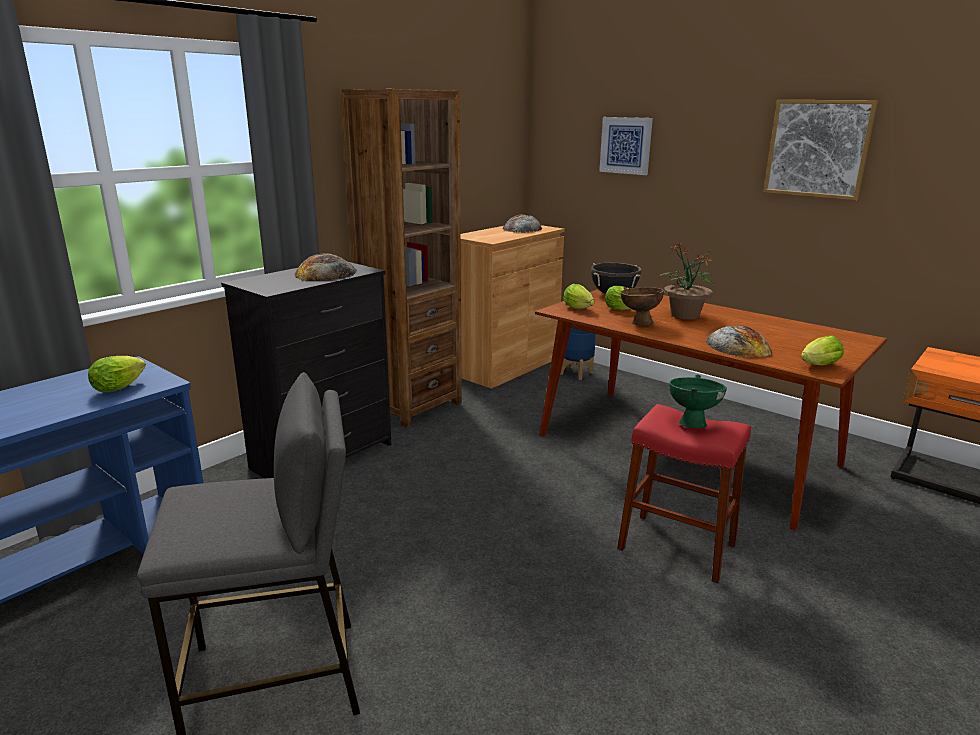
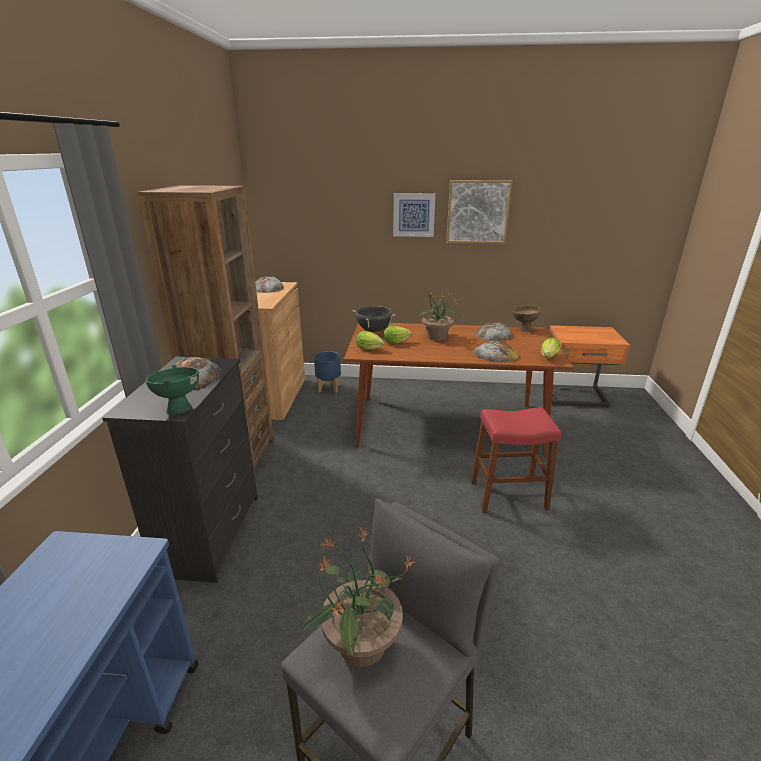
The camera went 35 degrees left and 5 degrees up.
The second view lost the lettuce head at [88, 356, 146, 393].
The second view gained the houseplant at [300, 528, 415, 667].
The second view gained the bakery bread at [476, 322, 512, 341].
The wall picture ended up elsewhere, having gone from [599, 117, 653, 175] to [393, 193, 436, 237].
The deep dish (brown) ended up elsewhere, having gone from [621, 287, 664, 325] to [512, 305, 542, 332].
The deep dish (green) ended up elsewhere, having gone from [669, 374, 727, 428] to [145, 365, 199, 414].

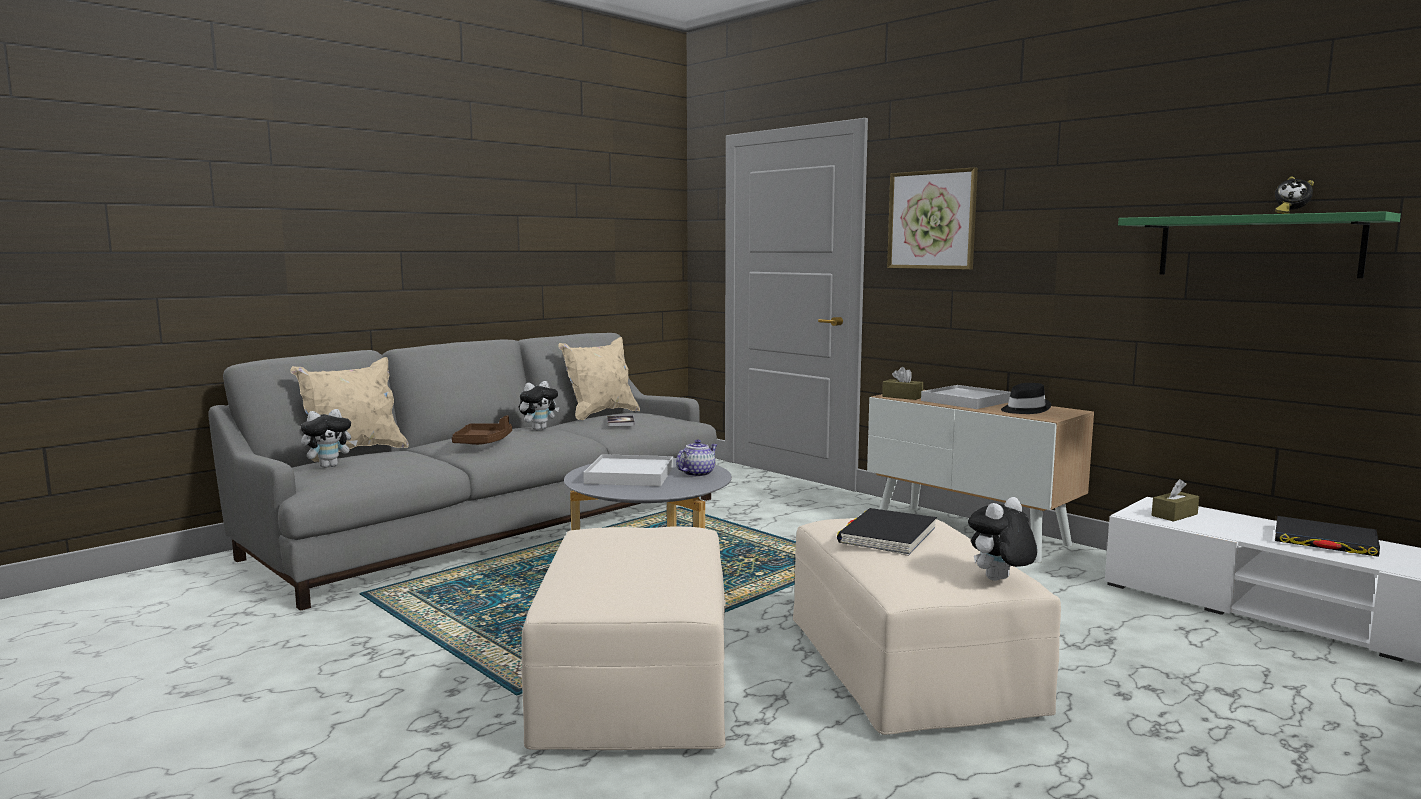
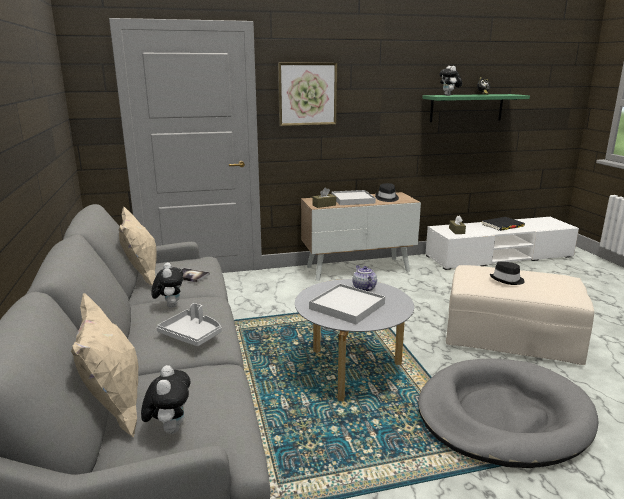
The camera went 60 degrees left and 10 degrees up.
The plush toy ended up elsewhere, having gone from [968, 497, 1037, 581] to [439, 66, 462, 96].
Where the ottoman (beige-coloured) stood at [521, 527, 726, 750], the dog cushion (greyish) came to stand at [418, 358, 598, 468].
Where the bound book (blackish) stood at [837, 508, 937, 556], the wearable hat (blackish) came to stand at [490, 262, 525, 285].
What was the tray (brown) at [452, 416, 512, 445] turned into the tray (greyish) at [157, 303, 222, 346].

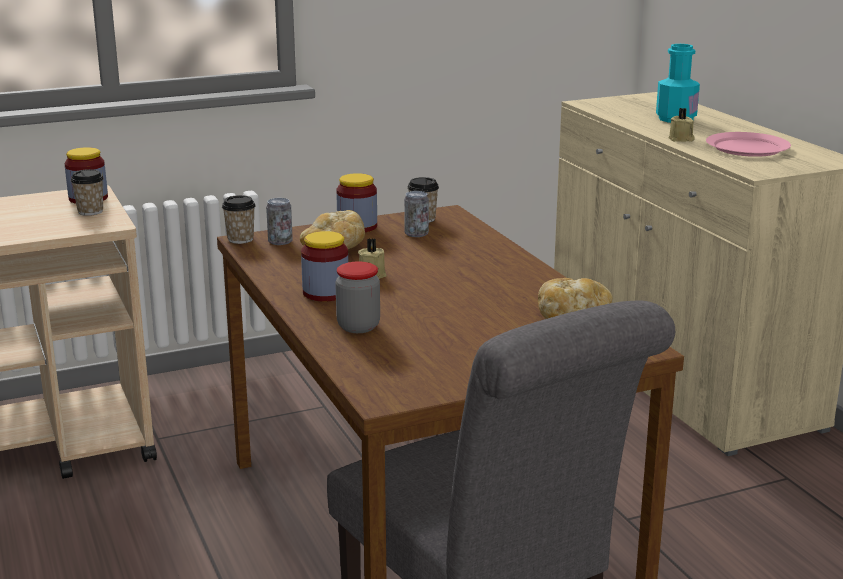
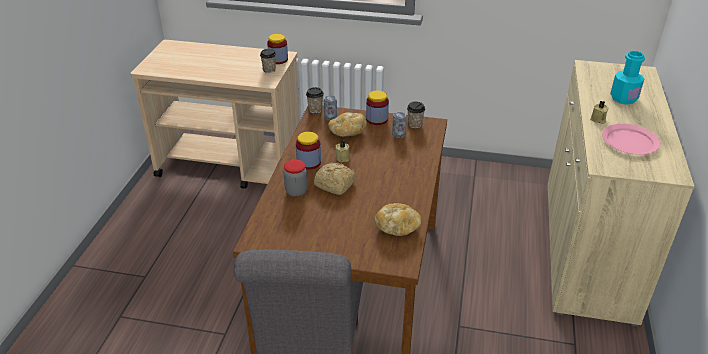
The camera went 35 degrees right and 15 degrees up.
The second view gained the bakery bread at [314, 162, 356, 195].

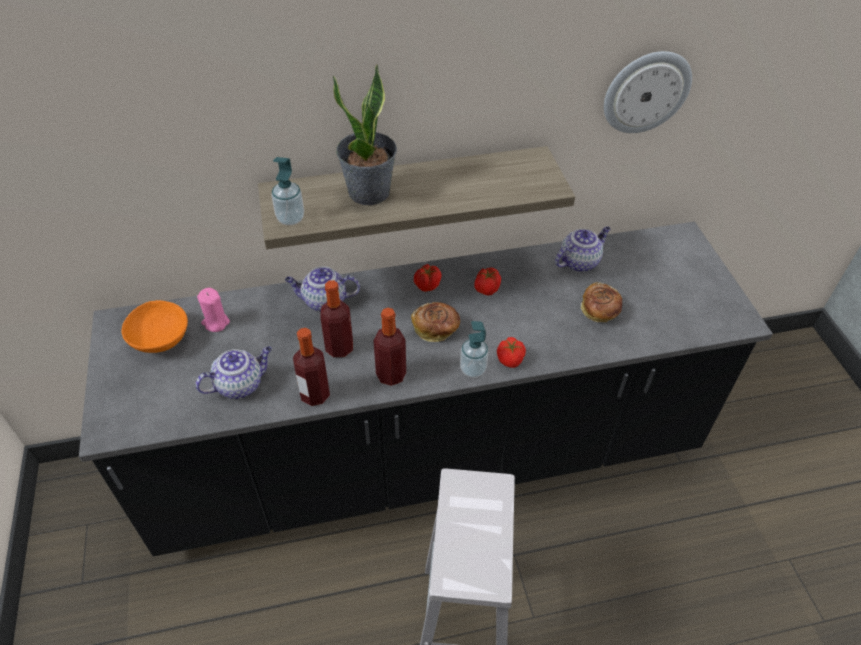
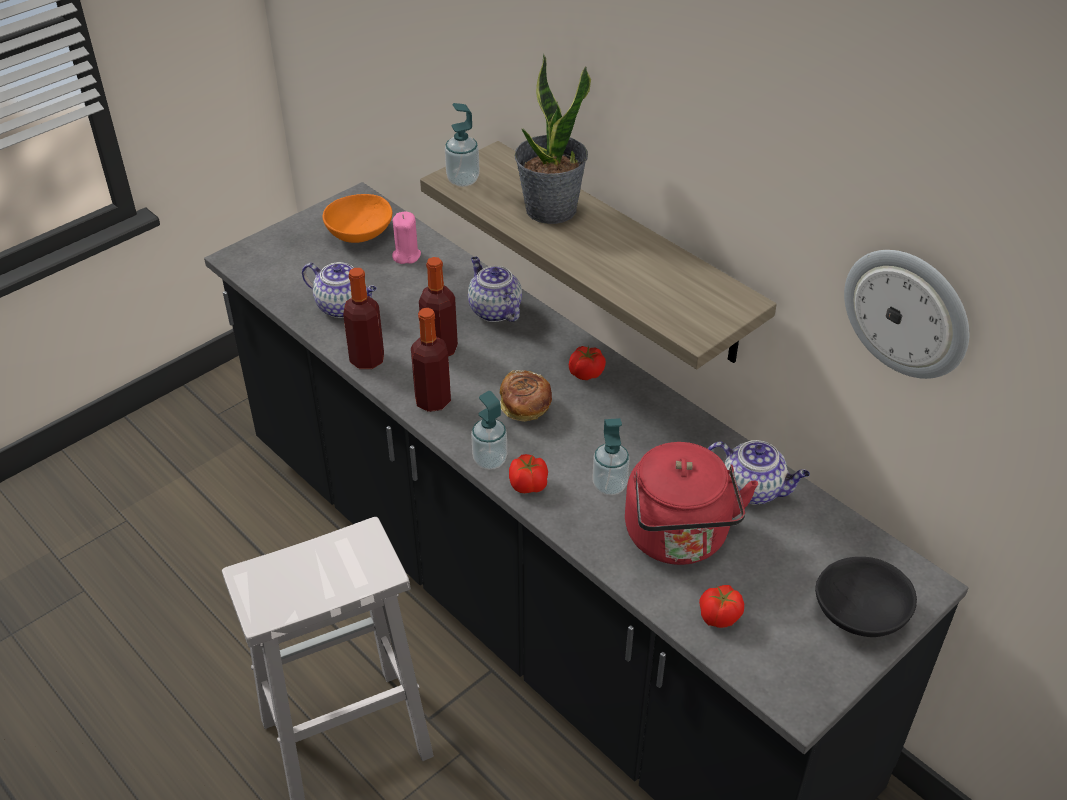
The camera went 60 degrees right and 5 degrees down.
The second view gained the soap bottle at [592, 418, 630, 495].
The second view gained the deep dish (blackish) at [815, 557, 917, 637].
The whole tomato ended up elsewhere, having gone from [474, 268, 501, 295] to [699, 585, 744, 628].
Where the bakery bread stood at [581, 282, 622, 322], the kettle (red) came to stand at [625, 442, 758, 565].

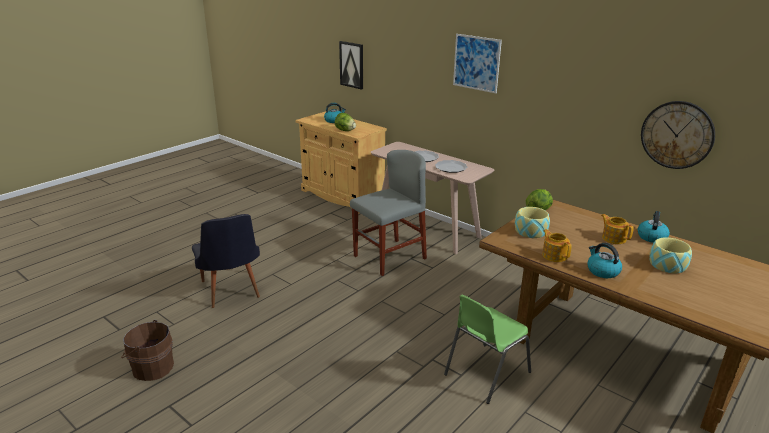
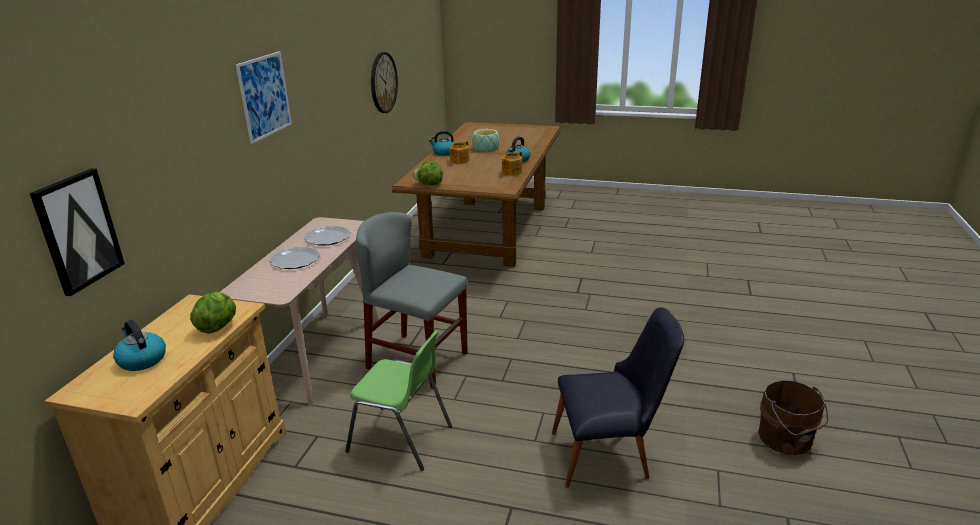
The camera went 115 degrees left and 0 degrees up.
The second view lost the deep dish at [515, 207, 550, 238].
The upright chair (green) ended up elsewhere, having gone from [444, 295, 531, 404] to [345, 331, 452, 471].
The upright chair (blackish) at [192, 214, 260, 308] ended up facing another way, 45 degrees clockwise from before.

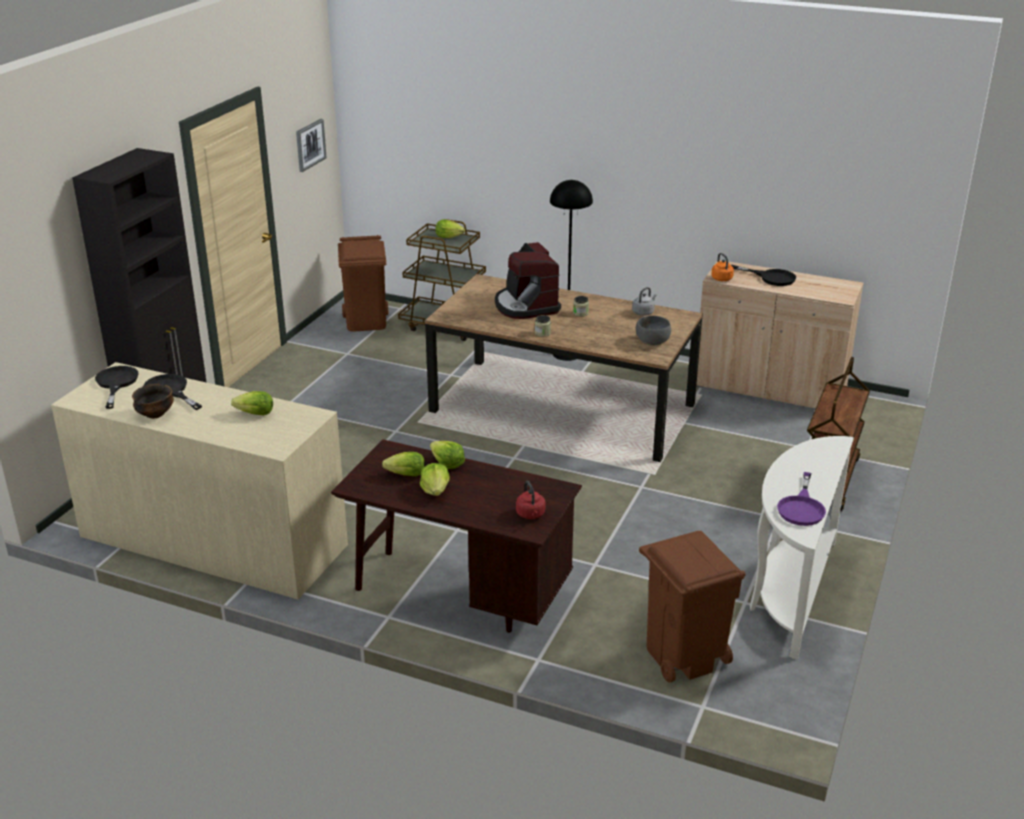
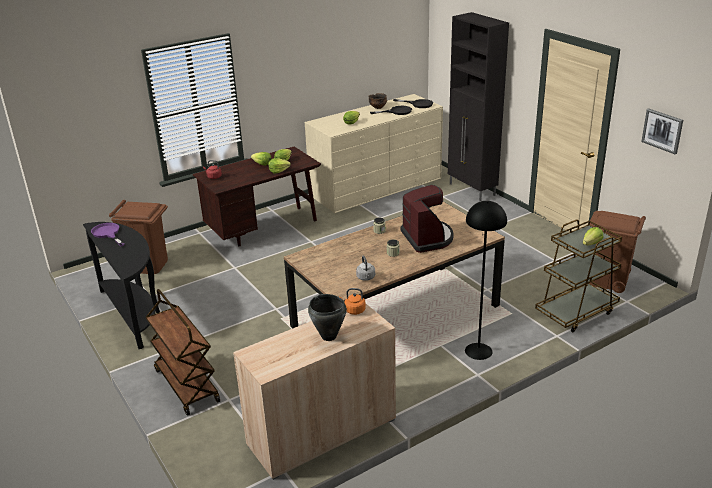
The camera went 125 degrees right and 0 degrees up.
The second view lost the deep dish (greyish) at [636, 316, 671, 346].
Where the frying pan (blackish) stood at [731, 265, 796, 286], the cooking pot (blackish) came to stand at [308, 294, 347, 341].
What was the hall table (white) at [750, 436, 854, 659] turned into the hall table (blackish) at [83, 222, 160, 349].
The coffee maker at [495, 242, 561, 319] ended up facing another way, 60 degrees clockwise from before.

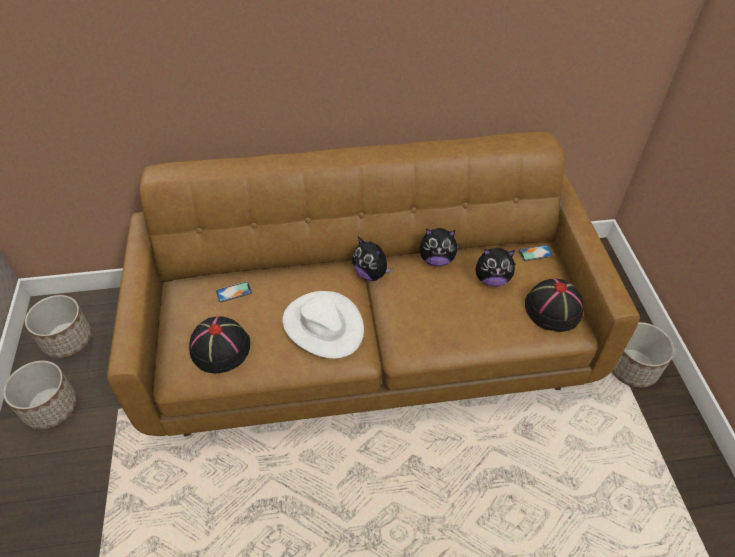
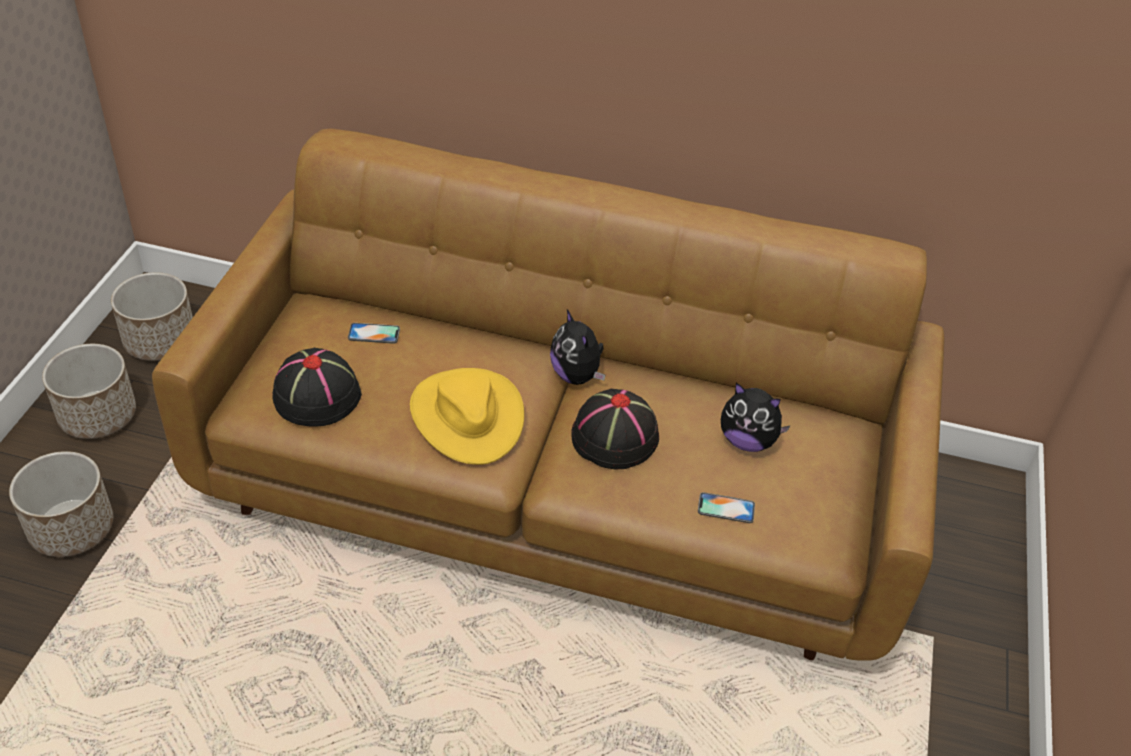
The camera went 20 degrees right and 5 degrees down.
The second view lost the plush toy at [419, 228, 460, 267].
The telephone ended up elsewhere, having gone from [518, 245, 553, 261] to [698, 492, 755, 523].
The wearable hat (blackish) ended up elsewhere, having gone from [525, 278, 584, 332] to [572, 389, 659, 470].
The planter ended up elsewhere, having gone from [612, 322, 675, 388] to [9, 451, 113, 557].
What was the wearable hat (white) at [282, 291, 364, 359] turned into the wearable hat (yellow) at [410, 368, 524, 465].

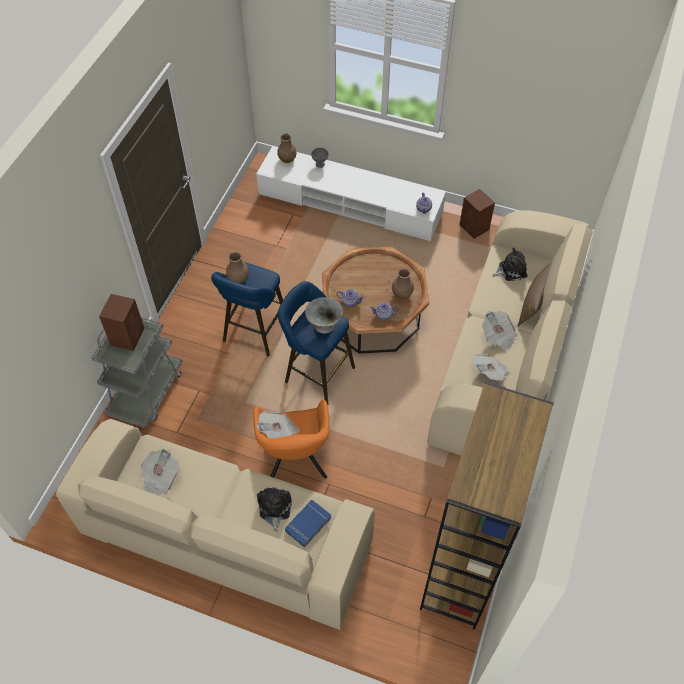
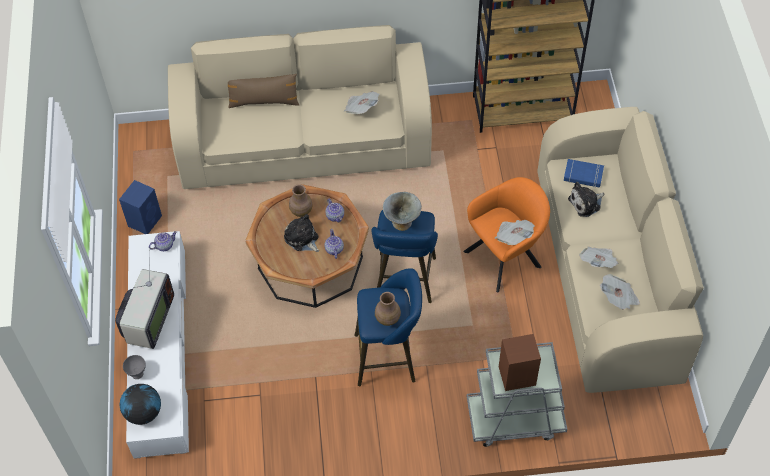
The camera went 115 degrees left and 0 degrees up.
The second view gained the TV at [115, 250, 174, 349].
The daily paper ended up elsewhere, having gone from [482, 311, 517, 351] to [579, 247, 618, 268].
The plush toy ended up elsewhere, having gone from [493, 247, 528, 281] to [284, 214, 319, 252].
Where the decorative vase (brown) stood at [277, 134, 297, 163], the desk globe came to stand at [120, 384, 161, 425].
What was the loudspeaker (brown) at [459, 189, 495, 239] turned into the loudspeaker (bluish) at [119, 180, 162, 234].

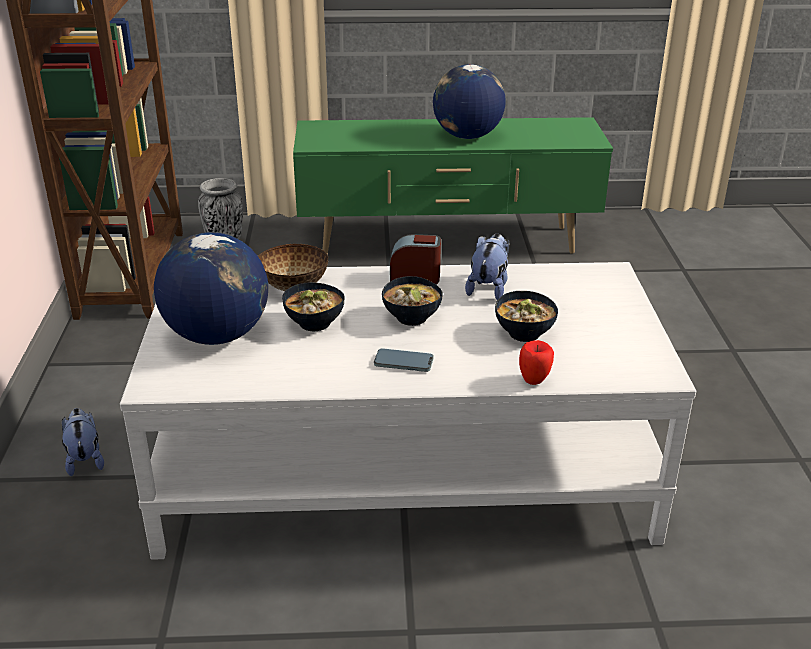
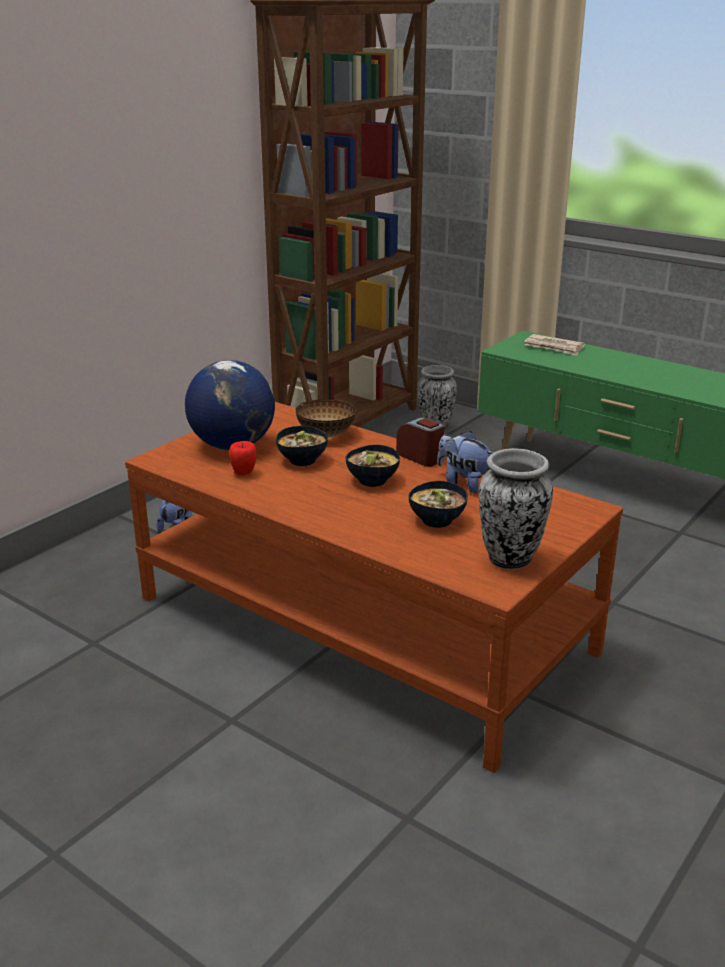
The camera went 40 degrees right and 5 degrees down.
The second view lost the telephone at [374, 348, 434, 372].
The second view lost the desk globe at [433, 64, 506, 139].
The second view gained the decorative vase at [479, 448, 553, 570].
The second view gained the daily paper at [524, 334, 585, 356].
The whole apple ended up elsewhere, having gone from [519, 340, 554, 385] to [229, 441, 256, 475].
What was the low table (white) at [120, 262, 696, 560] turned into the low table (brown) at [125, 402, 623, 773].
The plush toy at [465, 233, 509, 300] ended up facing another way, 105 degrees counterclockwise from before.

